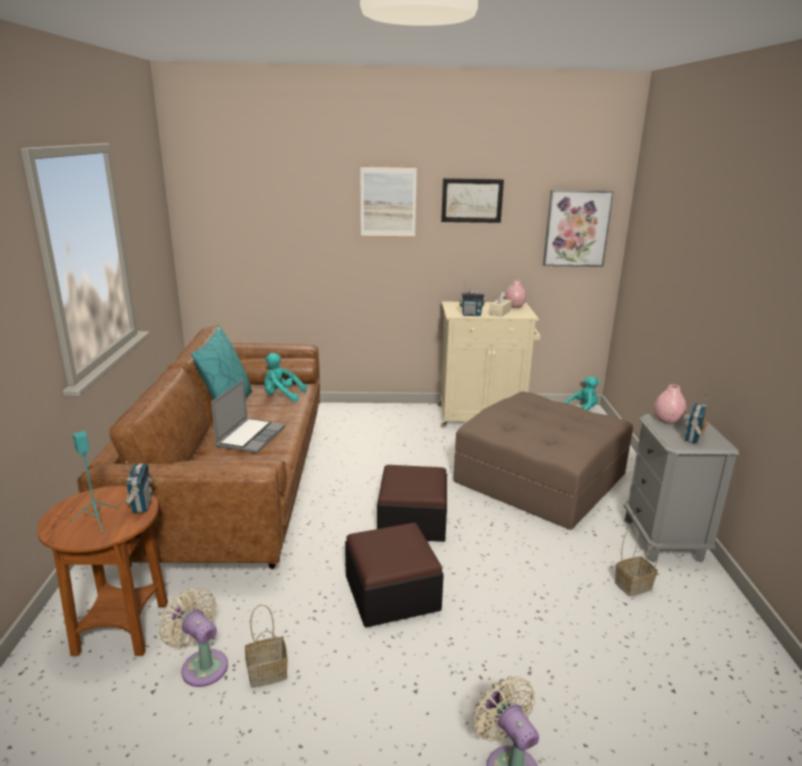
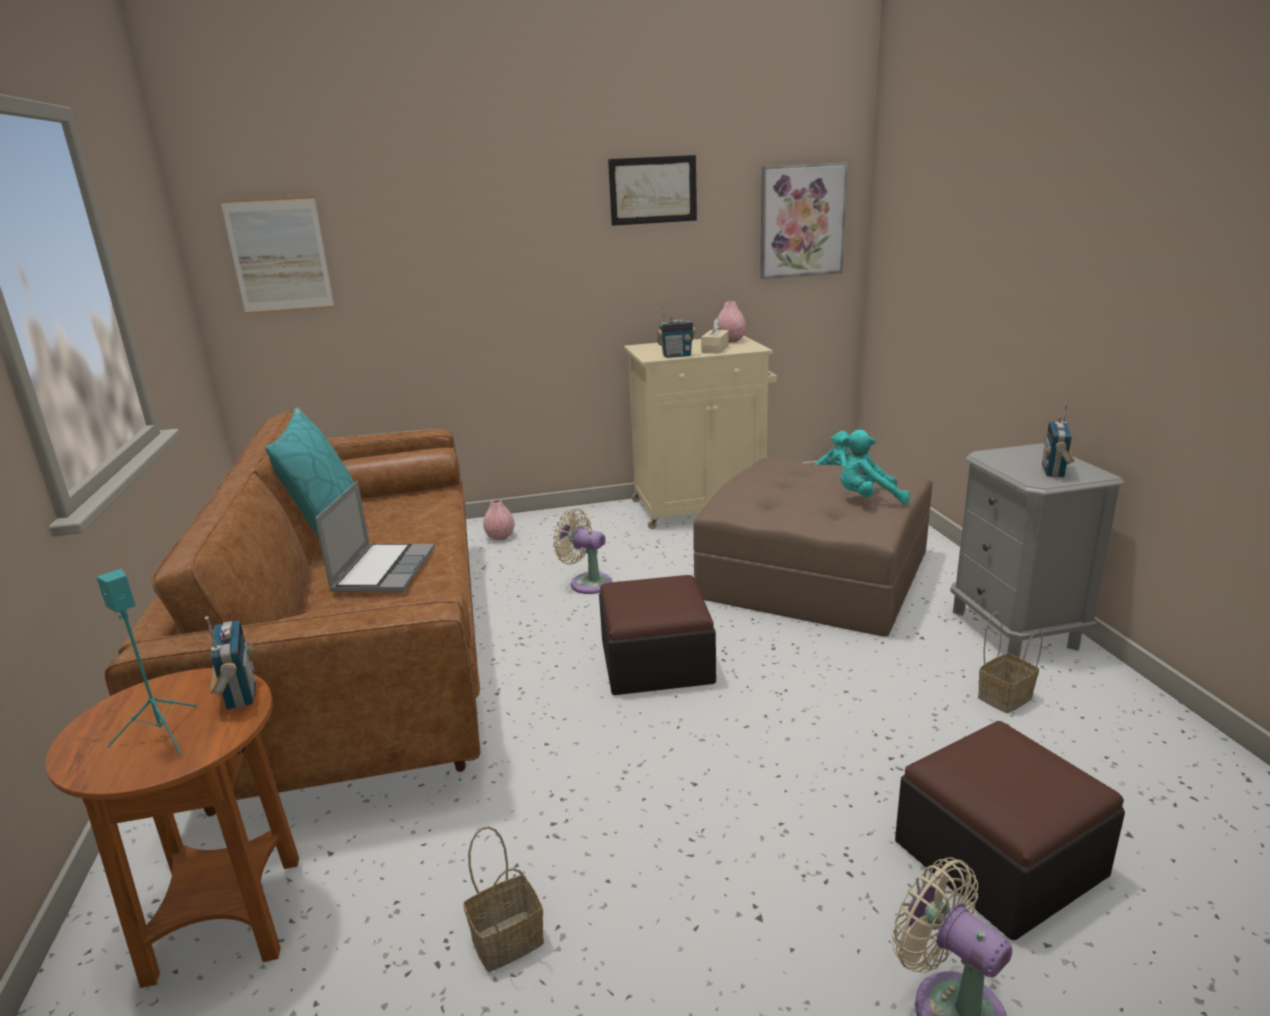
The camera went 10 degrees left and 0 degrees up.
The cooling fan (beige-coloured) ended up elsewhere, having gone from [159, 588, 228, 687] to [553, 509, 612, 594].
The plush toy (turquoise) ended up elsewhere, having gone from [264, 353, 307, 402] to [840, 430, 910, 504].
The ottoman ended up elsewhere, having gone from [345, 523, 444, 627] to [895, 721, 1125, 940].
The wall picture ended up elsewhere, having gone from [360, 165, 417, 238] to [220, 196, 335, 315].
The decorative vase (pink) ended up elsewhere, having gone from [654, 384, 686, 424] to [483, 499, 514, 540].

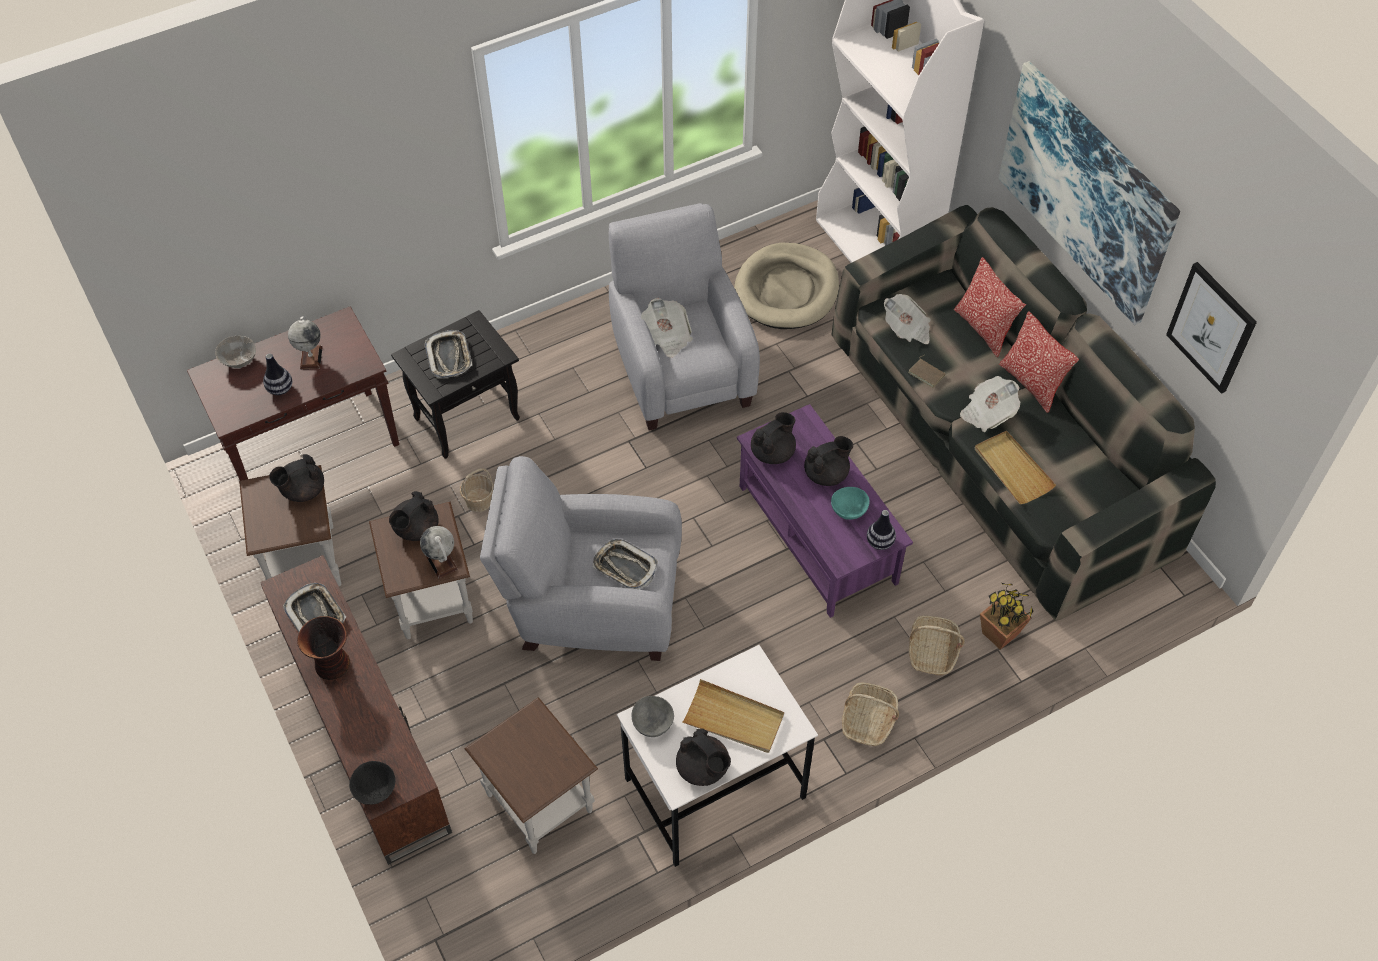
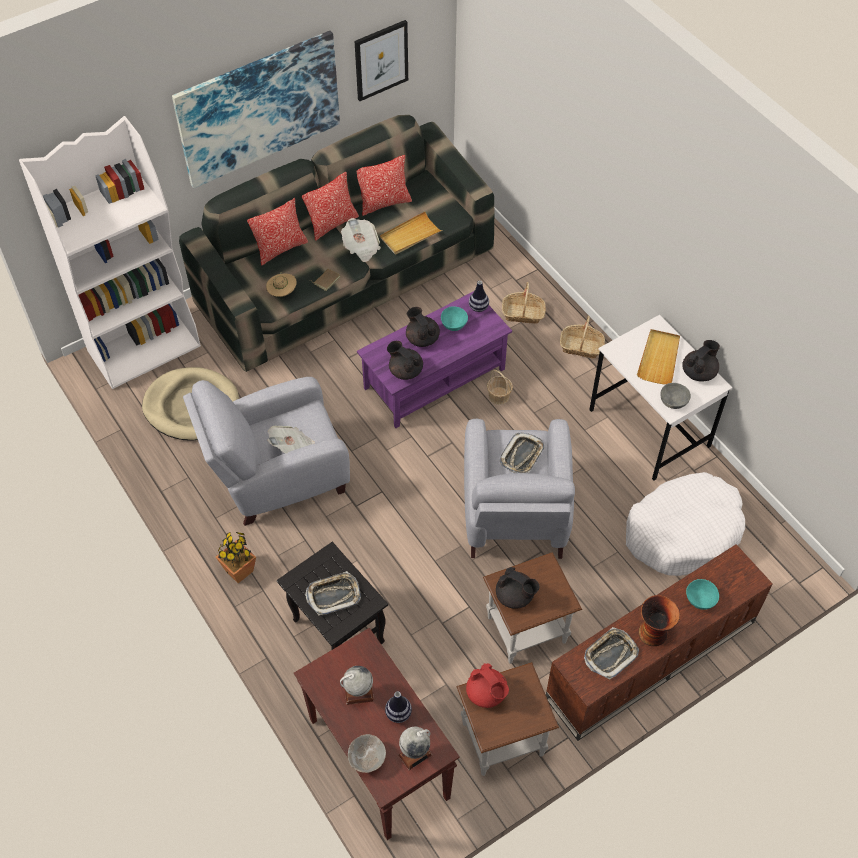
The camera went 95 degrees left and 0 degrees up.
The second view lost the deep dish (blackish) at [349, 761, 396, 805].
The second view gained the cushion at [357, 155, 412, 216].
The second view gained the deep dish (turquoise) at [686, 579, 719, 610].
The desk globe ended up elsewhere, having gone from [420, 526, 458, 578] to [398, 726, 432, 770].
The basket ended up elsewhere, having gone from [460, 468, 494, 512] to [487, 370, 513, 405].
The houseplant ended up elsewhere, having gone from [980, 583, 1034, 650] to [216, 531, 256, 583].
Where the accent table (brown) stood at [464, 697, 598, 854], the dog cushion (white) came to stand at [626, 472, 745, 576].
Where the daily paper stood at [884, 294, 931, 344], the wearable hat (beige-coloured) came to stand at [266, 272, 297, 297].
What was the teapot (blackish) at [269, 454, 324, 502] turned into the teapot (red) at [466, 663, 509, 708].

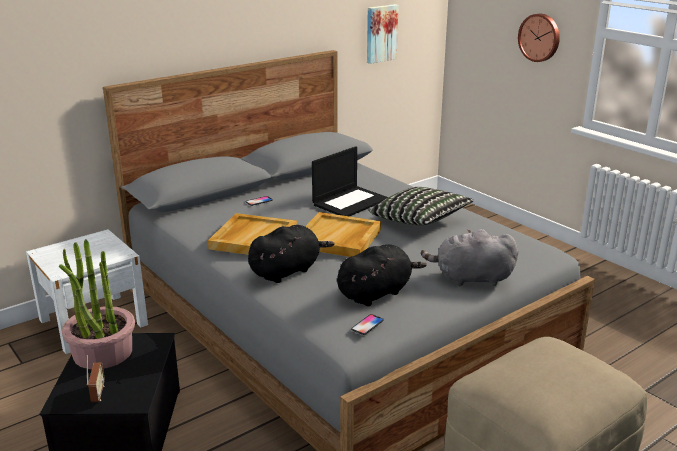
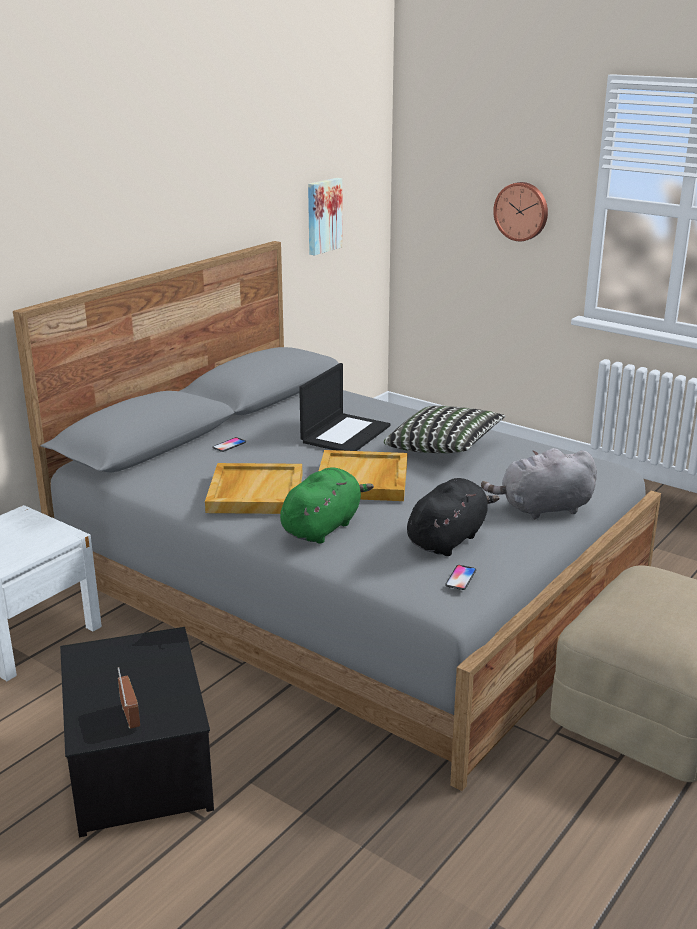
The camera went 15 degrees left and 0 degrees up.
The second view lost the houseplant at [59, 239, 135, 369].
What was the plush toy (blackish) at [248, 225, 334, 283] turned into the plush toy (green) at [280, 467, 374, 544].

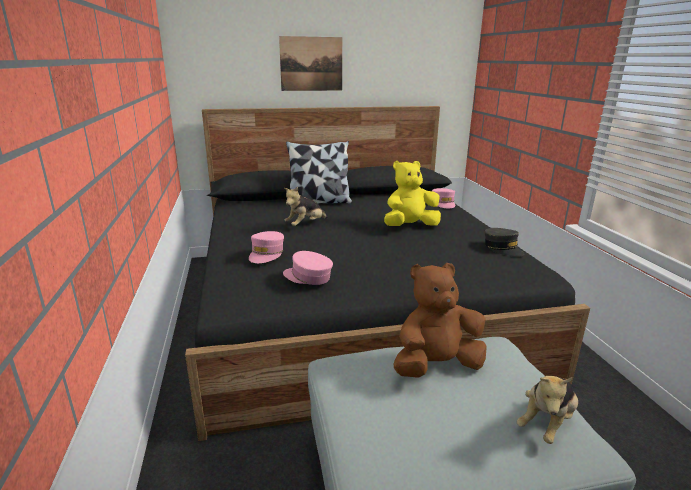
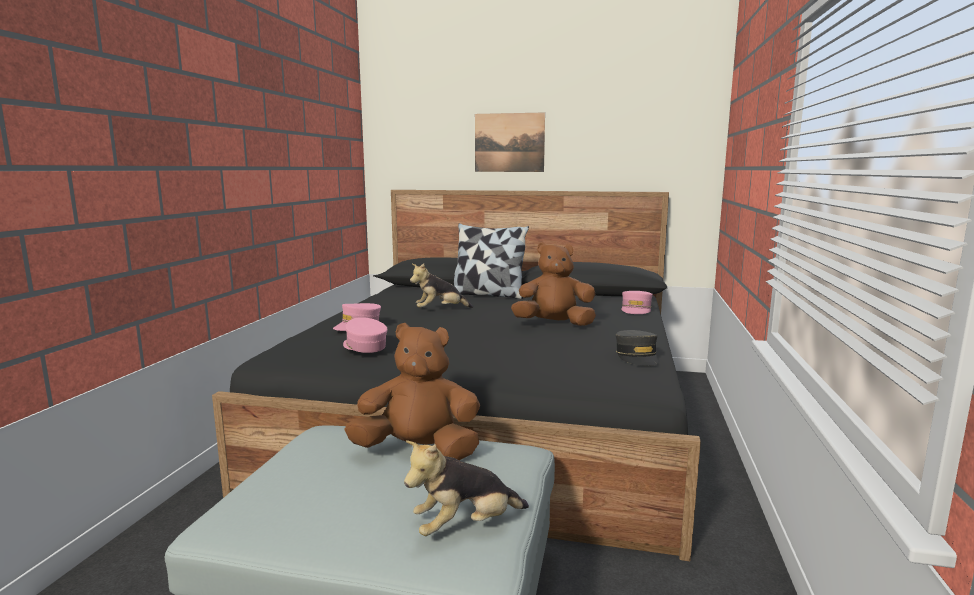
The camera went 25 degrees right and 10 degrees down.
What was the plush toy (yellow) at [384, 161, 441, 226] turned into the plush toy (brown) at [511, 242, 596, 326].

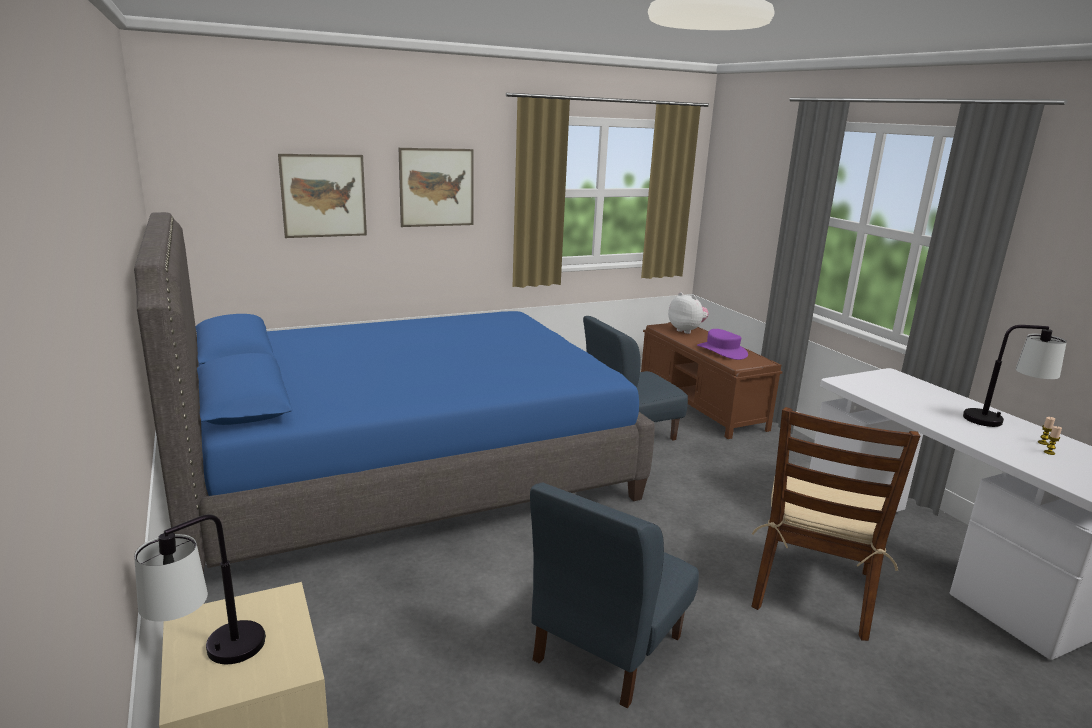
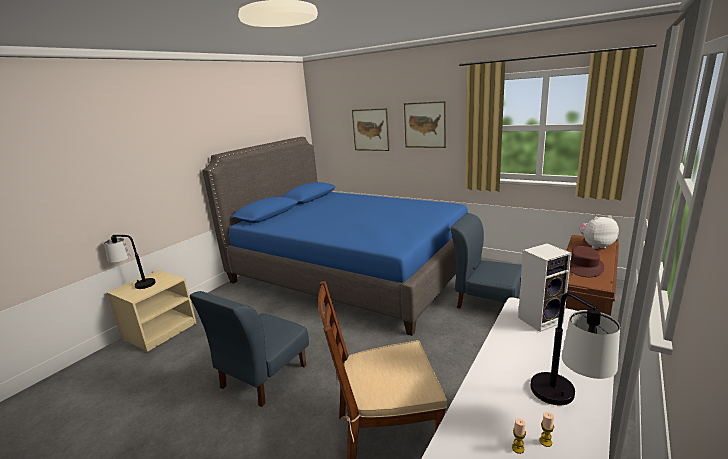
The camera went 60 degrees right and 0 degrees up.
The second view gained the loudspeaker at [518, 243, 572, 332].
What was the wearable hat (purplish) at [697, 329, 748, 360] turned into the wearable hat (brown) at [570, 246, 604, 277].
The upright chair (bluish) at [530, 482, 699, 708] ended up facing another way, 60 degrees counterclockwise from before.
The plush toy at [668, 292, 709, 334] ended up facing another way, 105 degrees counterclockwise from before.

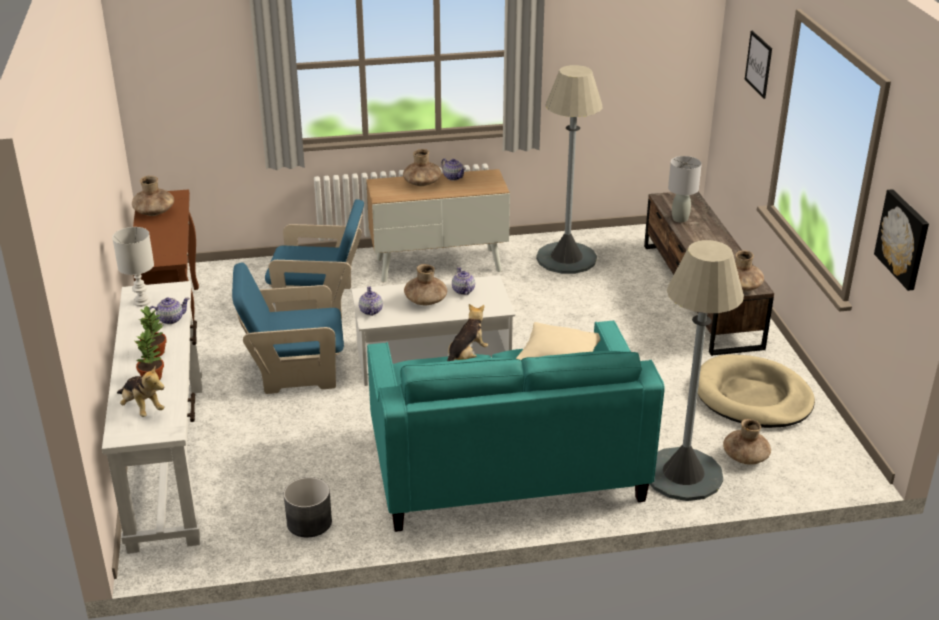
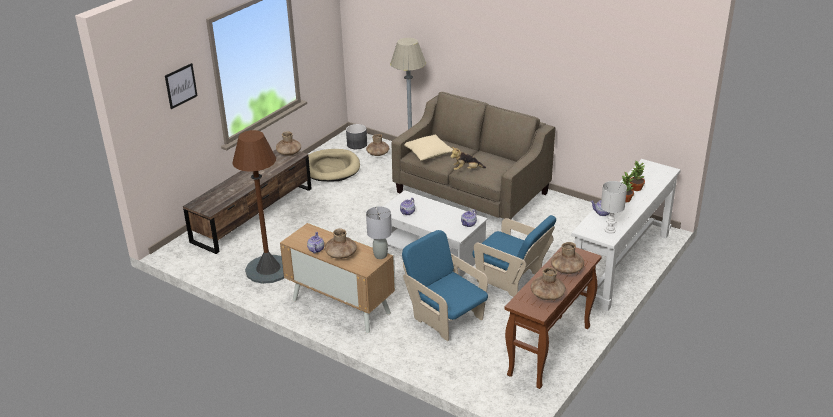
The camera went 135 degrees left and 0 degrees up.
The second view lost the plush toy at [117, 367, 164, 417].
The second view lost the wall picture at [874, 189, 929, 291].
The planter (greyish) ended up elsewhere, having gone from [284, 477, 332, 537] to [346, 124, 367, 149].
The decorative vase (brown) ended up elsewhere, having gone from [404, 264, 447, 305] to [551, 242, 584, 274].
The table lamp (greyish) ended up elsewhere, having gone from [668, 156, 702, 223] to [366, 206, 392, 259].
What was the sofa (turquoise) at [367, 321, 665, 532] turned into the sofa (beige-coloured) at [392, 92, 555, 220].
What was the standard lamp (greyish) at [536, 65, 602, 274] turned into the standard lamp (brown) at [232, 130, 284, 284].

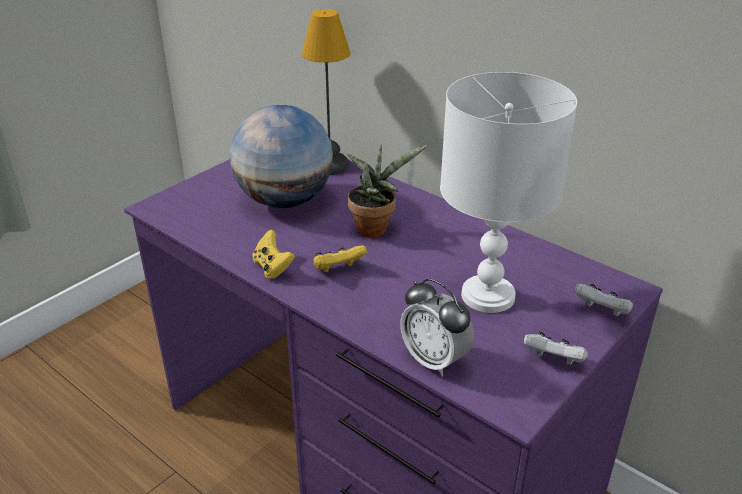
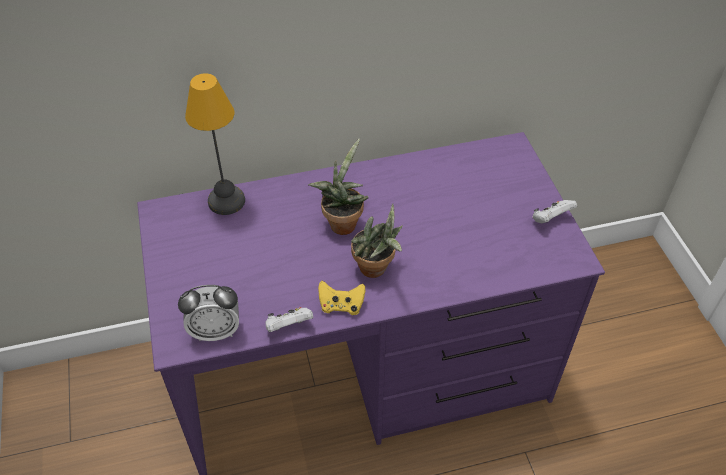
The camera went 55 degrees left and 15 degrees up.
The second view lost the desk globe at [230, 105, 333, 208].
The second view lost the table lamp (white) at [440, 72, 577, 313].
The table clock ended up elsewhere, having gone from [400, 278, 474, 377] to [178, 285, 239, 341].
The game controller (white) ended up elsewhere, having gone from [574, 284, 633, 316] to [266, 307, 313, 332].
Where the game controller (yellow) stood at [314, 246, 367, 272], the houseplant came to stand at [351, 204, 403, 278].

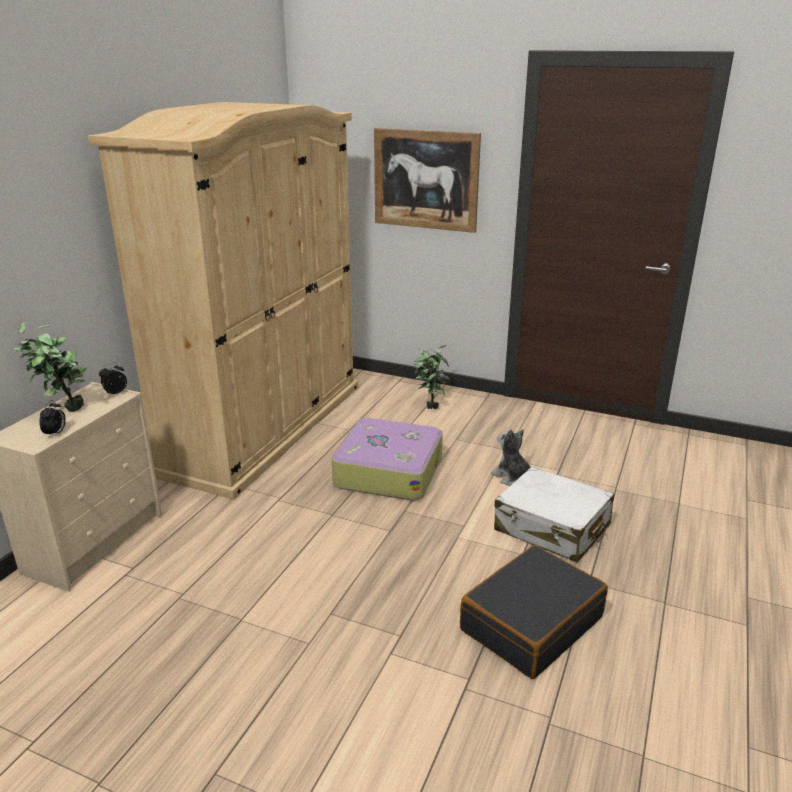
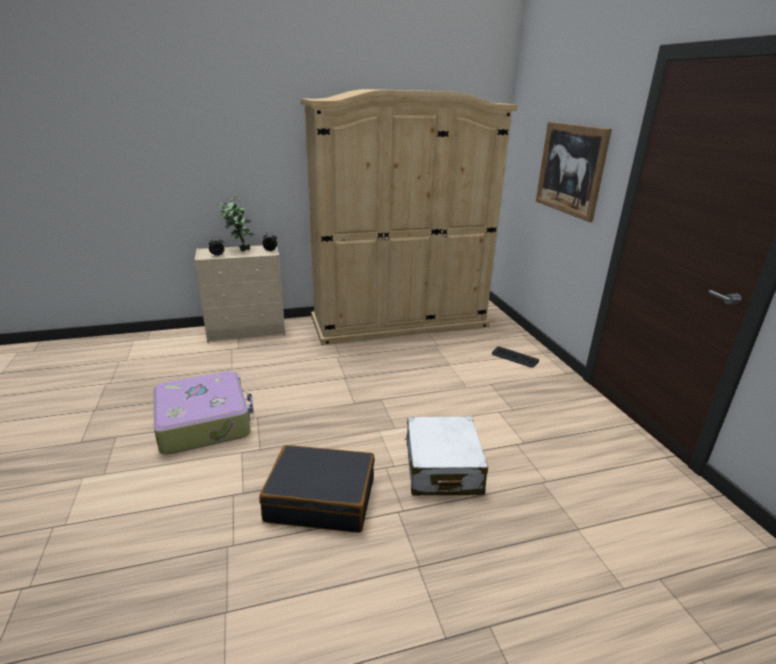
The camera went 50 degrees right and 0 degrees up.
The second view lost the plush toy at [491, 429, 530, 486].
The suitcase ended up elsewhere, having gone from [332, 418, 443, 501] to [154, 371, 253, 454].
Where the houseplant stood at [414, 345, 449, 409], the keyboard came to stand at [492, 346, 539, 368].

